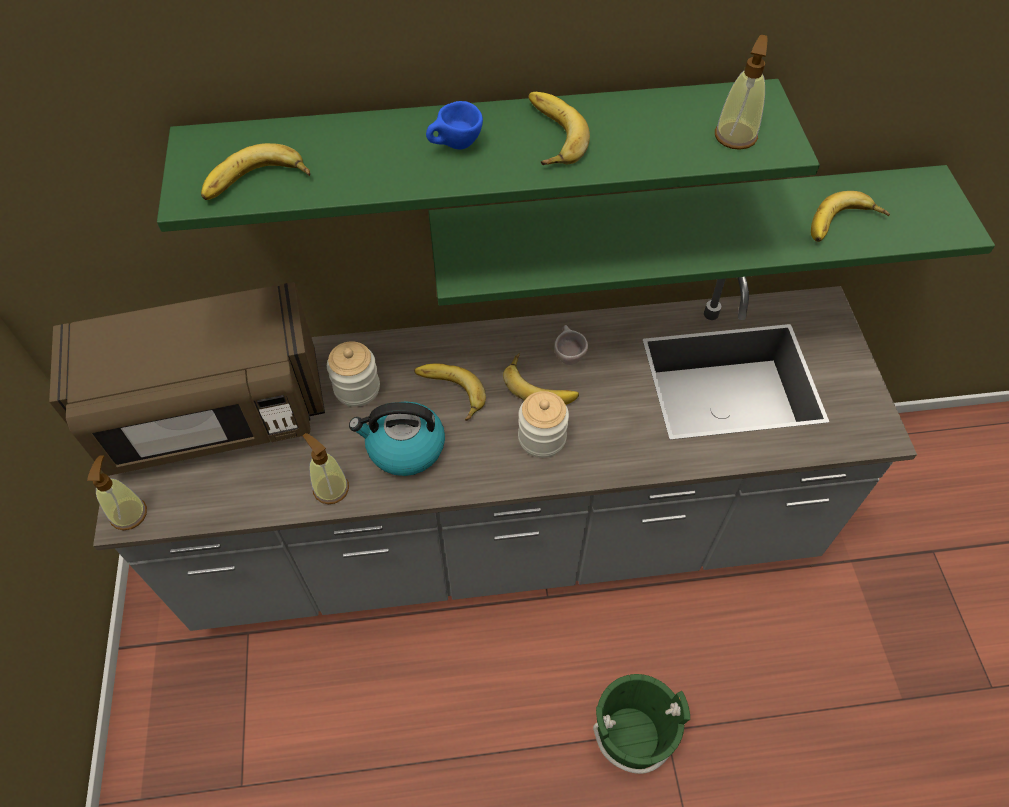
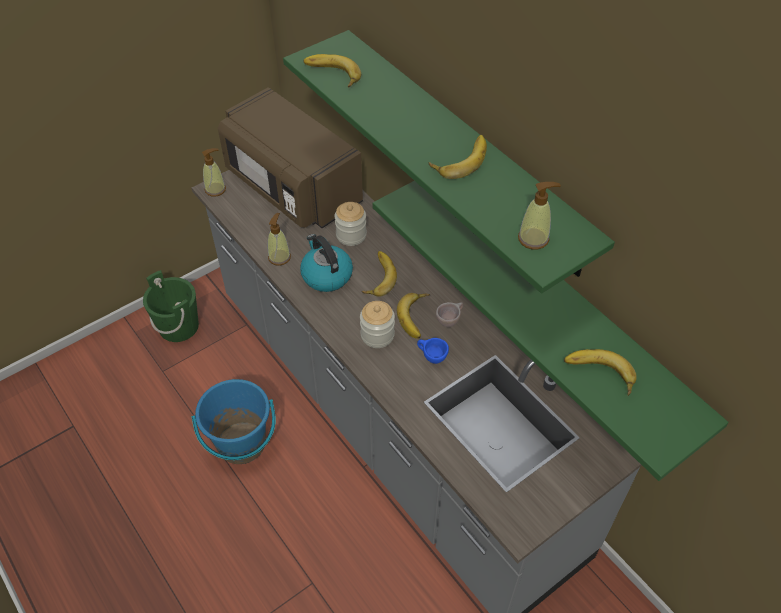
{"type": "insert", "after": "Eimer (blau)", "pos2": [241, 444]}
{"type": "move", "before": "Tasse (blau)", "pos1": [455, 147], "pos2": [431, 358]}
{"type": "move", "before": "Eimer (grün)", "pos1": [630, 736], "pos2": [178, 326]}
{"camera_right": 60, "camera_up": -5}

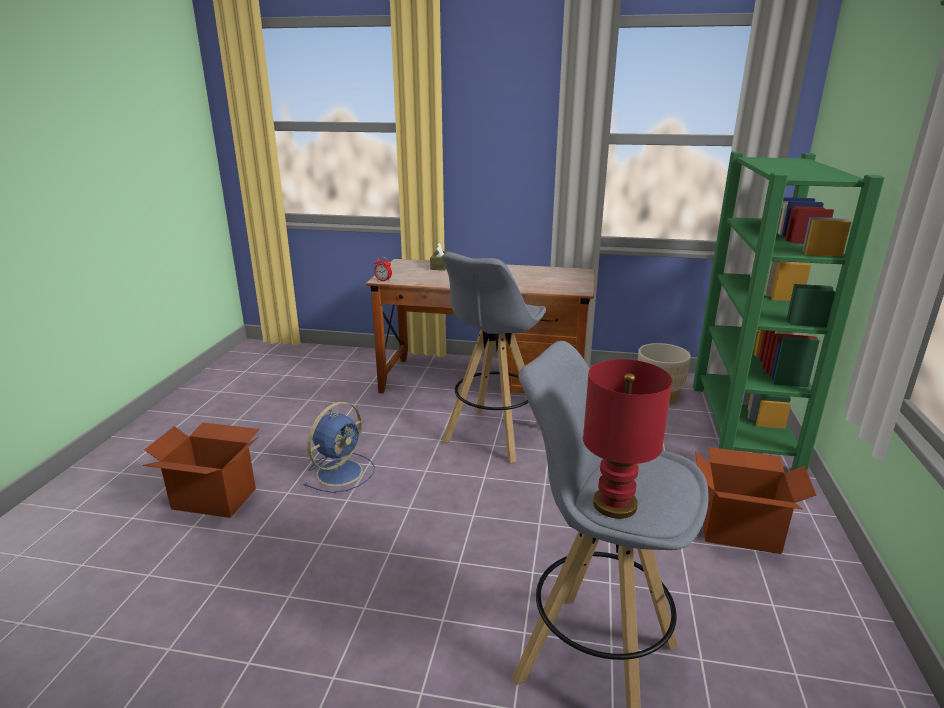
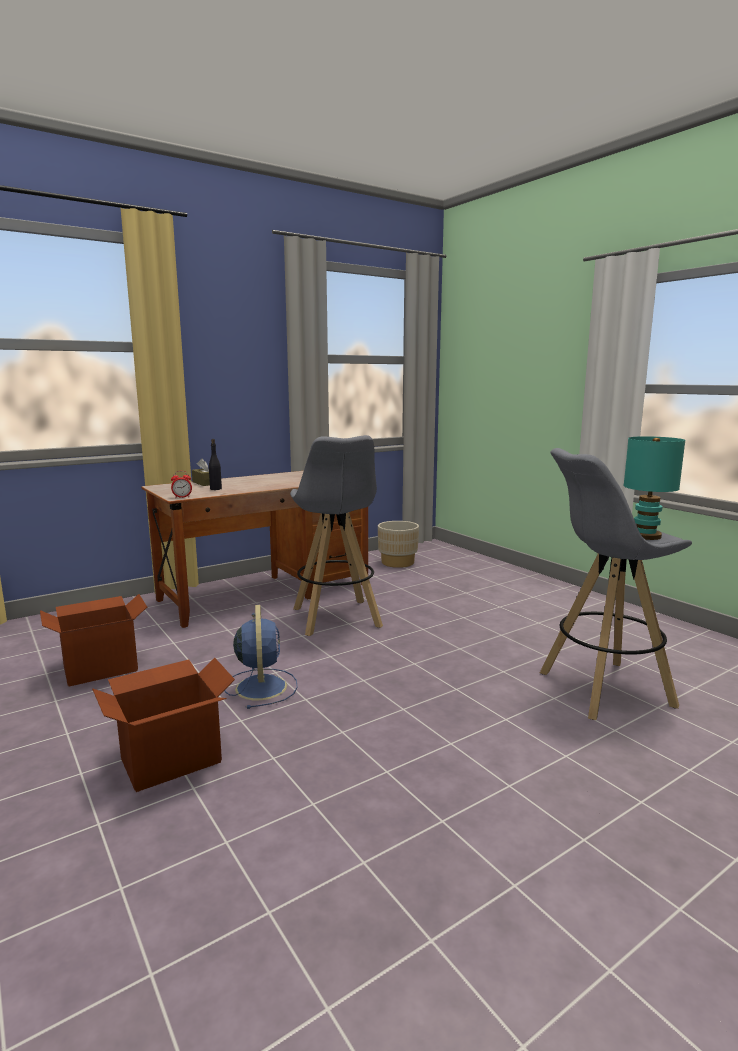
{"type": "delete", "before": "Bücherregal (grün)", "pos1": [742, 426]}
{"type": "insert", "after": "Flasche (schwarz)", "pos2": [215, 489]}
{"type": "move", "before": "Karton", "pos1": [738, 530], "pos2": [100, 668]}
{"type": "recolor", "before": "Tischlampe (rot)", "after": "Tischlampe (türkis)", "pos1": [613, 504], "pos2": [645, 536]}
{"camera_right": -45, "camera_up": -10}

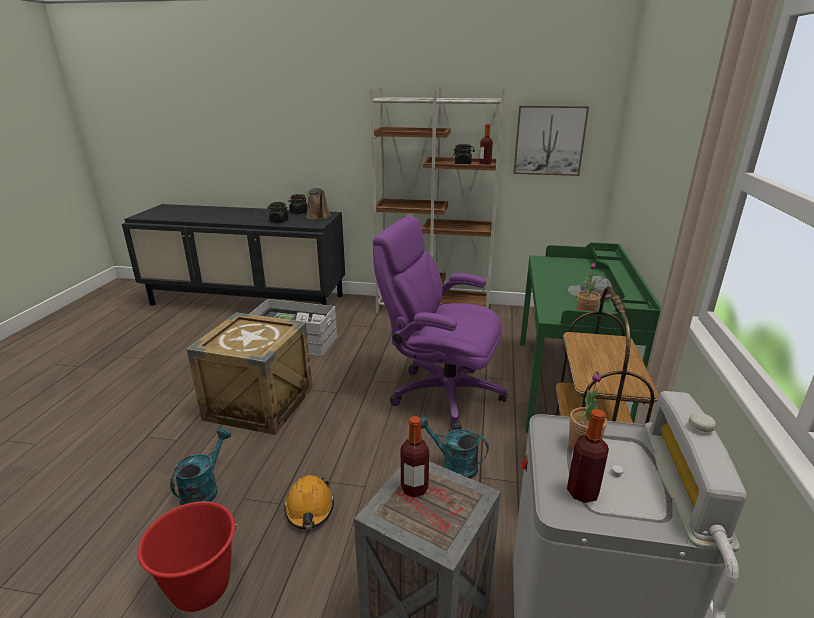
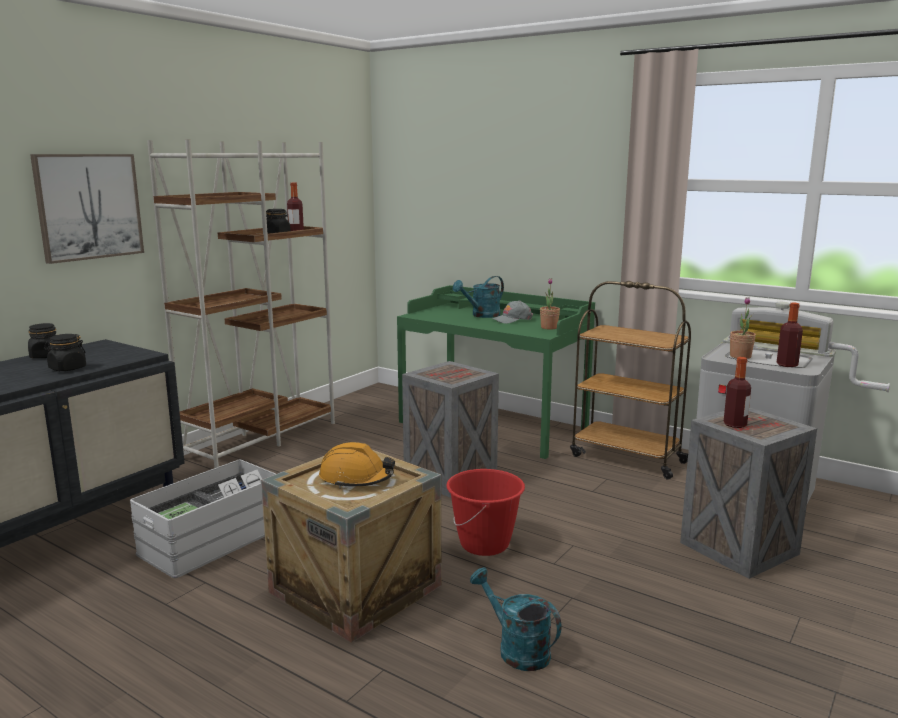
{"type": "delete", "before": "Gießkanne (braun)", "pos1": [319, 217]}
{"type": "move", "before": "Eimer (rot)", "pos1": [200, 587], "pos2": [485, 544]}
{"type": "move", "before": "Schutzhelm (orange)", "pos1": [309, 508], "pos2": [356, 479]}
{"type": "move", "before": "Gießkanne (türkis)", "pos1": [453, 465], "pos2": [481, 315]}
{"type": "move", "before": "Bild", "pos1": [549, 140], "pos2": [89, 206]}
{"type": "replace", "before": "Bürostuhl (lila)", "after": "Kiste", "pos1": [440, 392], "pos2": [448, 477]}
{"camera_right": -65, "camera_up": -10}

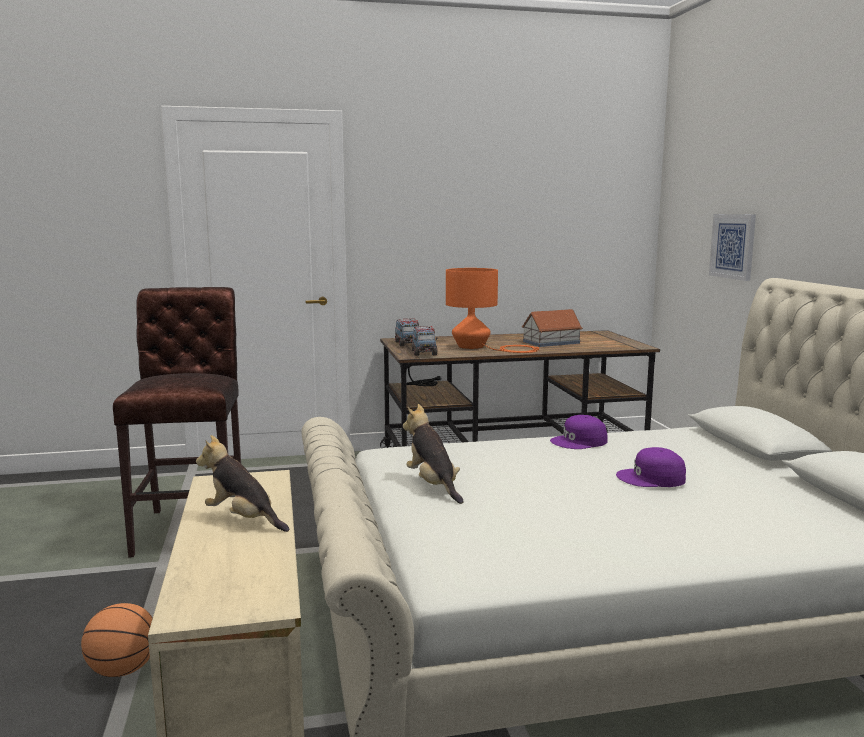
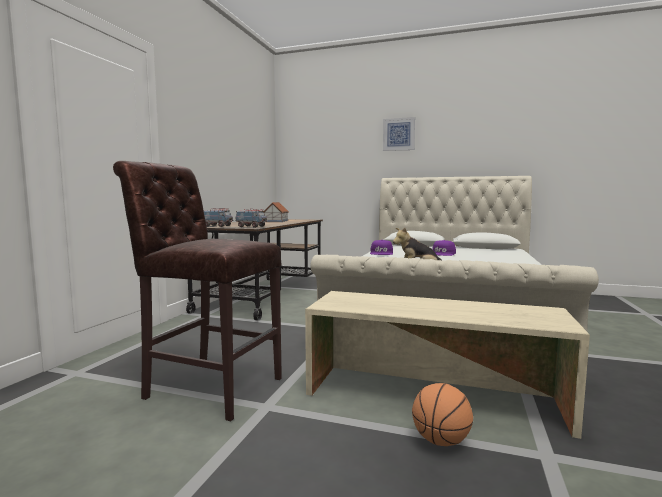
{"type": "delete", "before": "Plüschtier", "pos1": [243, 519]}
{"type": "delete", "before": "Tischlampe (orange)", "pos1": [489, 347]}
{"type": "move", "before": "Bild", "pos1": [733, 246], "pos2": [398, 134]}
{"camera_right": -60, "camera_up": -5}

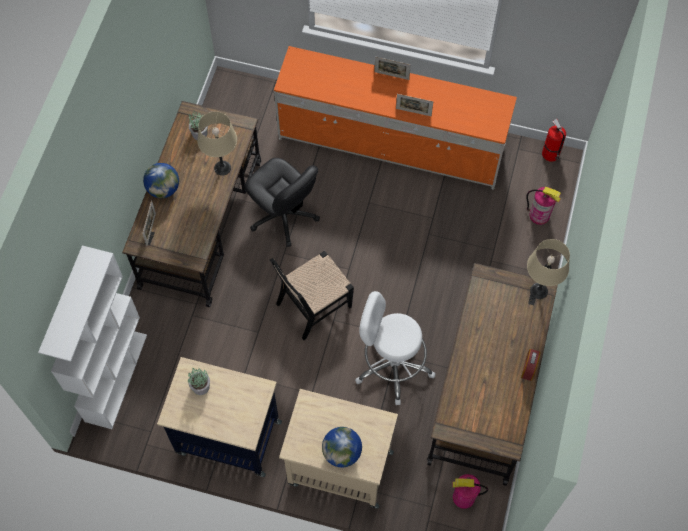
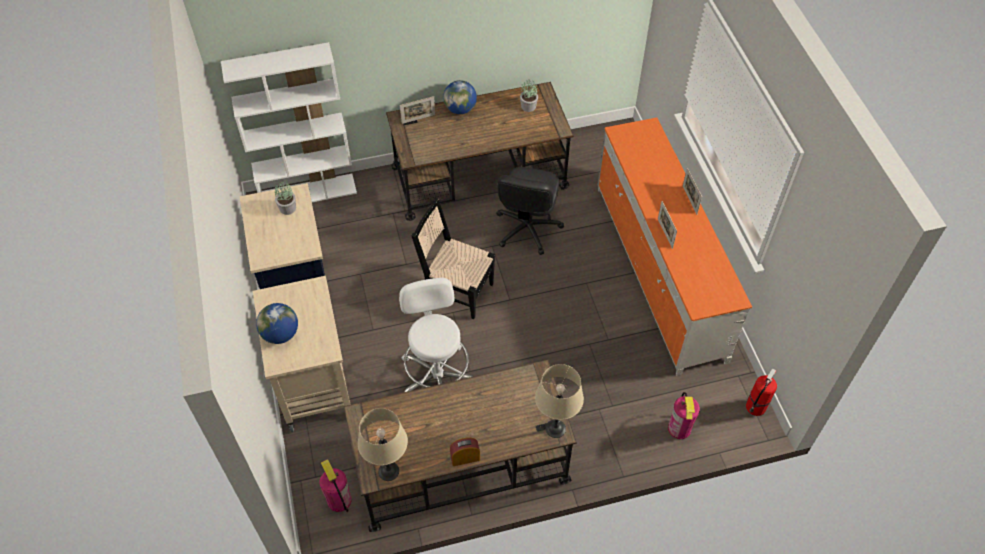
{"type": "move", "before": "Tischlampe (beige)", "pos1": [222, 168], "pos2": [388, 471]}
{"camera_right": 60, "camera_up": -10}

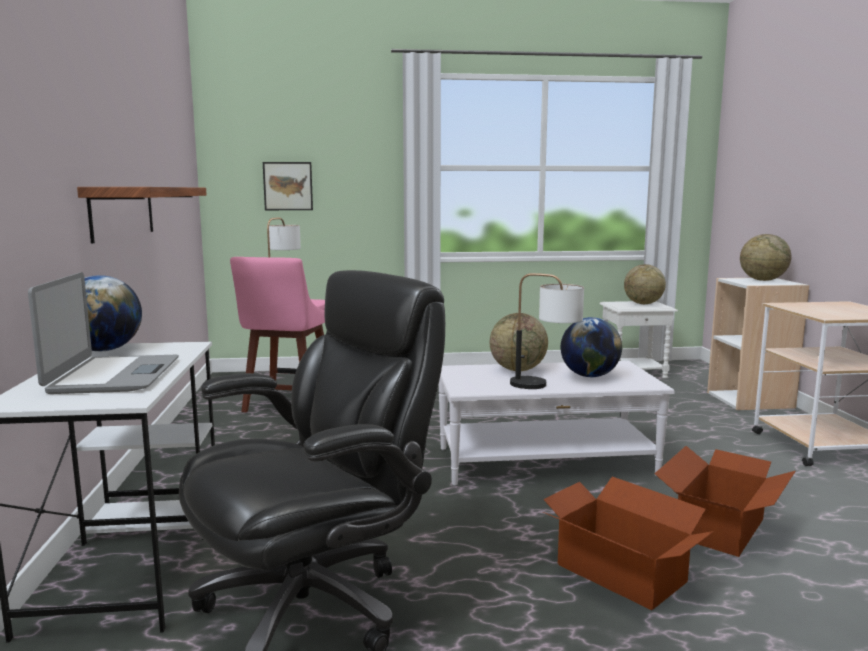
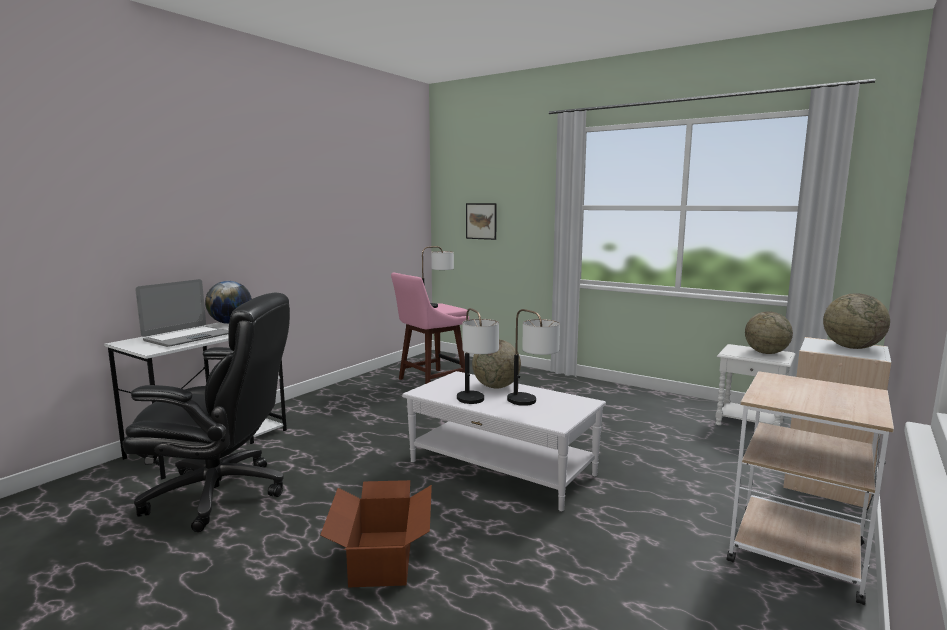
{"type": "delete", "before": "Wandregal", "pos1": [123, 212]}
{"type": "delete", "before": "Karton", "pos1": [721, 528]}
{"type": "replace", "before": "Globus", "after": "Tischlampe", "pos1": [589, 376], "pos2": [531, 404]}
{"camera_right": 40, "camera_up": 0}

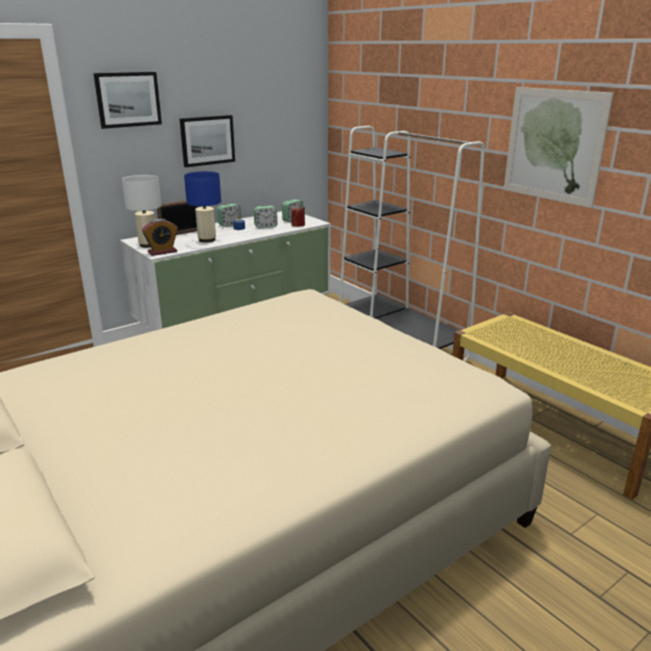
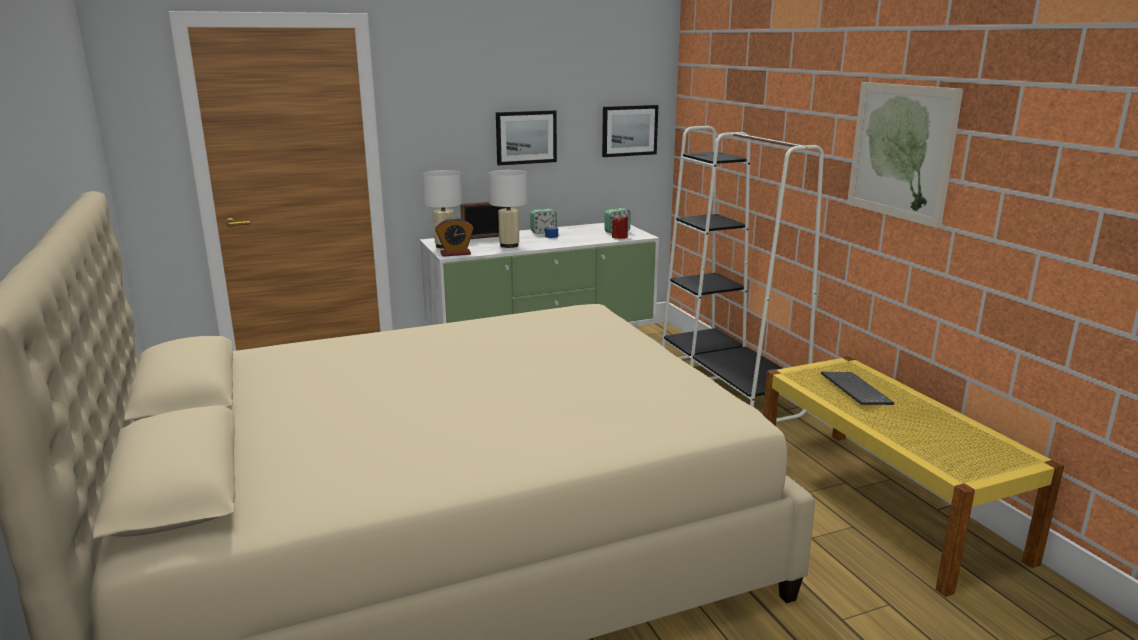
{"type": "delete", "before": "Wecker", "pos1": [265, 226]}
{"type": "insert", "after": "Tastatur", "pos2": [853, 390]}
{"type": "move", "before": "Bild", "pos1": [128, 99], "pos2": [629, 130]}
{"type": "recolor", "before": "Tischlampe (blau)", "after": "Tischlampe (weiß)", "pos1": [207, 240], "pos2": [509, 245]}
{"camera_right": 15, "camera_up": -5}

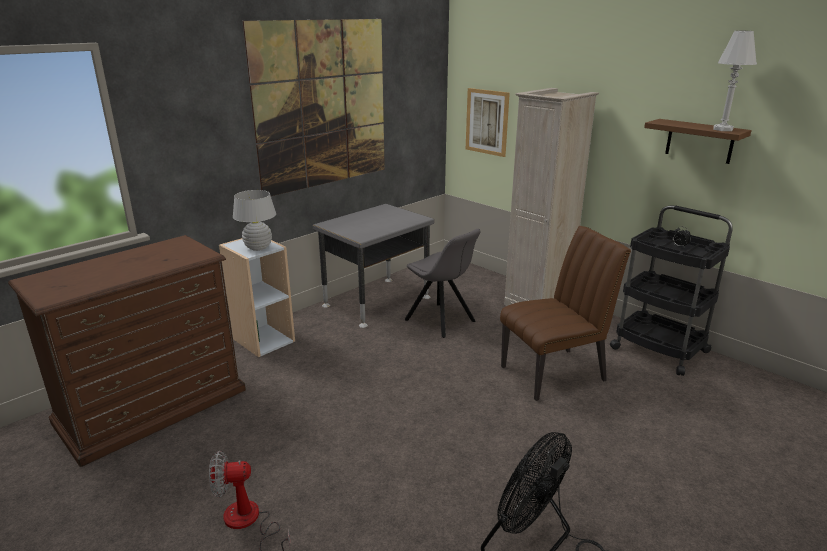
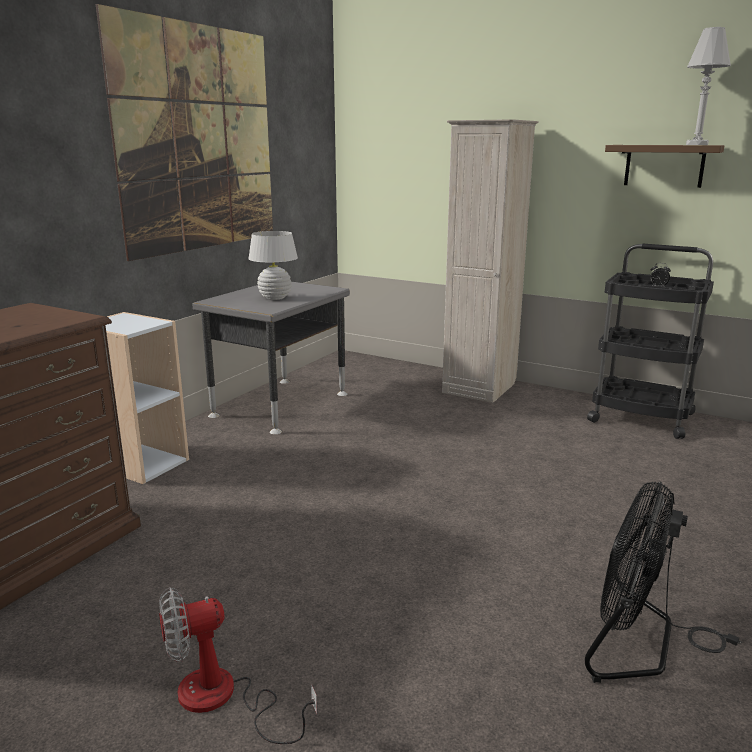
{"type": "delete", "before": "Stuhl (grau)", "pos1": [441, 320]}
{"type": "delete", "before": "Bild", "pos1": [487, 122]}
{"type": "delete", "before": "Stuhl (braun)", "pos1": [552, 374]}
{"type": "move", "before": "Tischlampe (weiß)", "pos1": [258, 248], "pos2": [275, 298]}
{"camera_right": -15, "camera_up": -5}

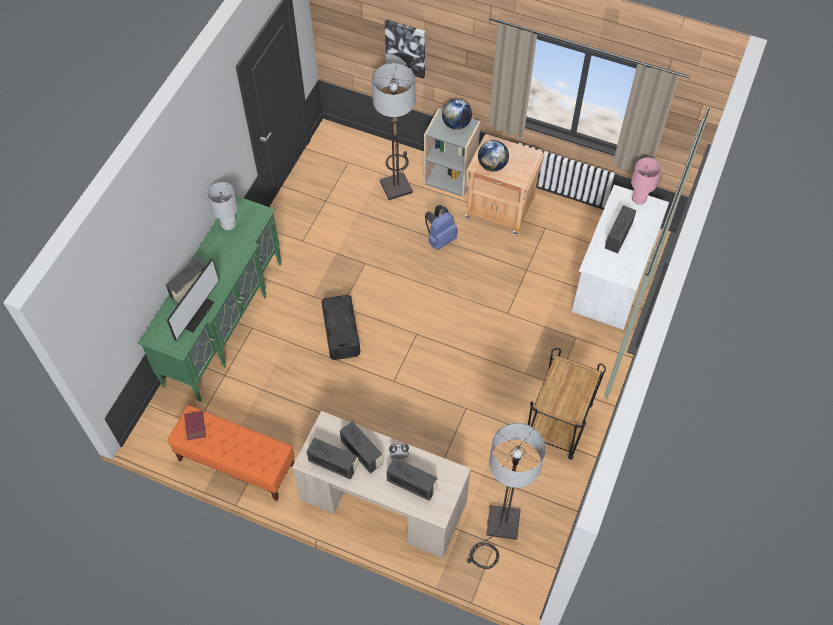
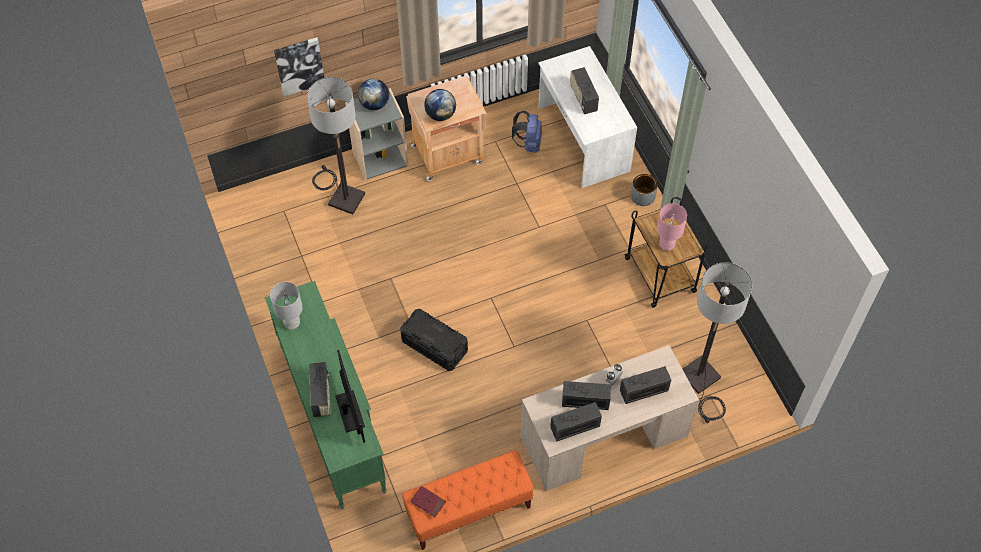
{"type": "insert", "after": "Pflanzkübel (grau)", "pos2": [642, 196]}
{"type": "move", "before": "Rucksack (blau)", "pos1": [440, 239], "pos2": [528, 143]}
{"type": "move", "before": "Tischlampe (rosa)", "pos1": [638, 200], "pos2": [666, 245]}
{"camera_right": -45, "camera_up": 0}

